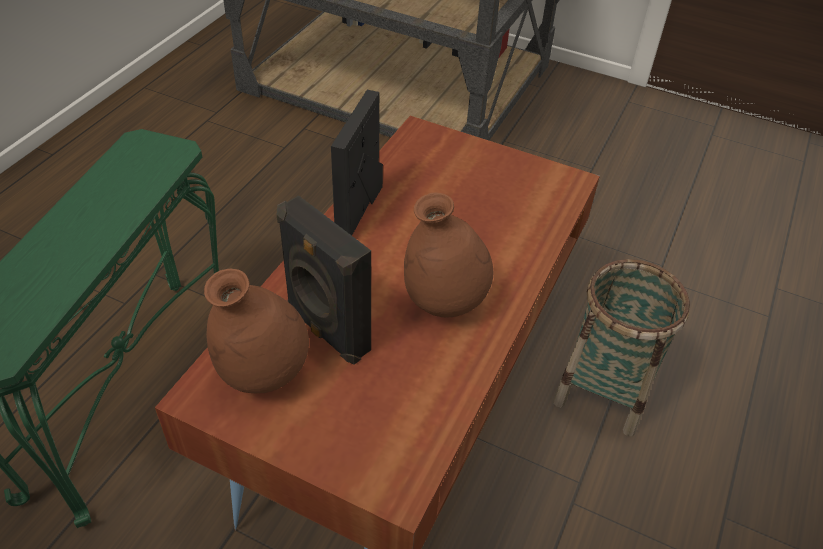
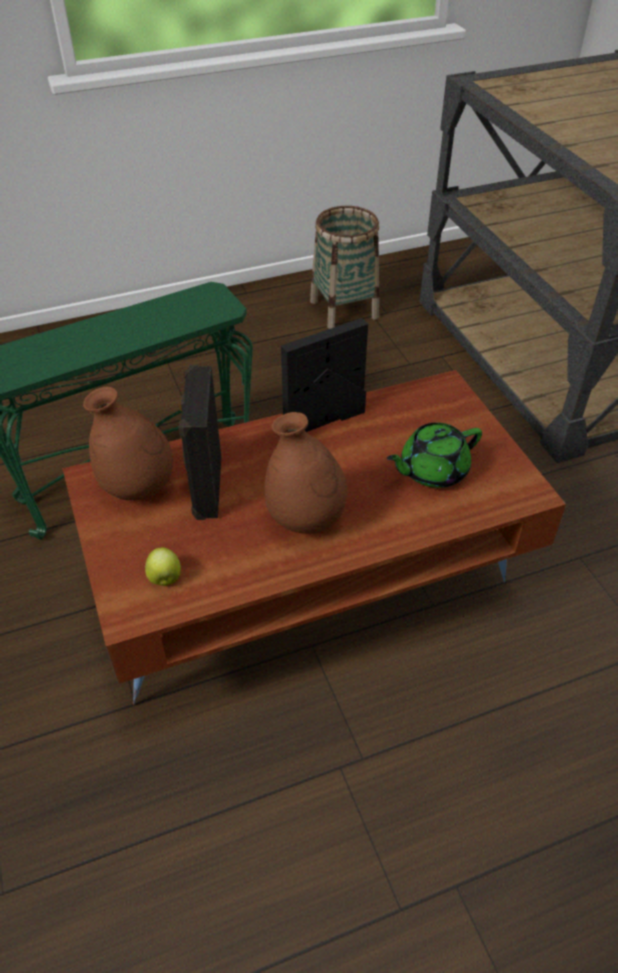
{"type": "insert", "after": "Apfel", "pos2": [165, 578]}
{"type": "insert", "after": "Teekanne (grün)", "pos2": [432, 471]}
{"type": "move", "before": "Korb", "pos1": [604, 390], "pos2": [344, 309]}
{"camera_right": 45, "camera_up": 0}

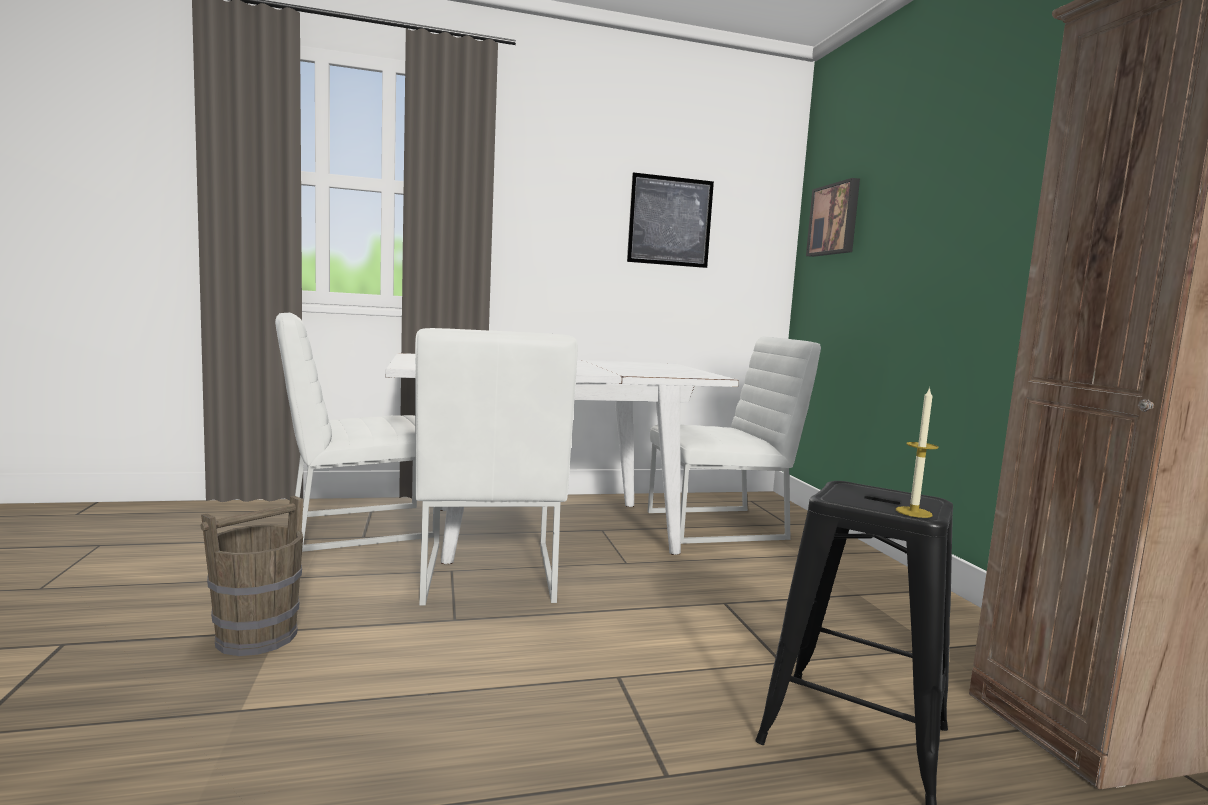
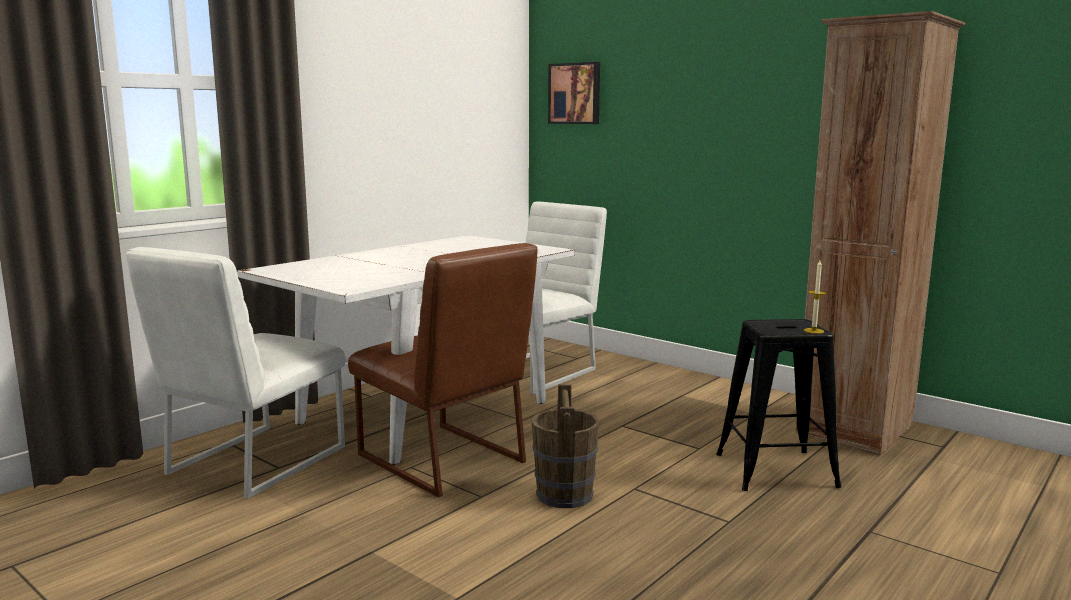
{"type": "delete", "before": "Bild", "pos1": [670, 221]}
{"type": "move", "before": "Eimer (braun)", "pos1": [256, 637], "pos2": [564, 495]}
{"type": "recolor", "before": "Stuhl (weiß)", "after": "Stuhl (braun)", "pos1": [488, 574], "pos2": [443, 460]}
{"camera_right": -35, "camera_up": 5}

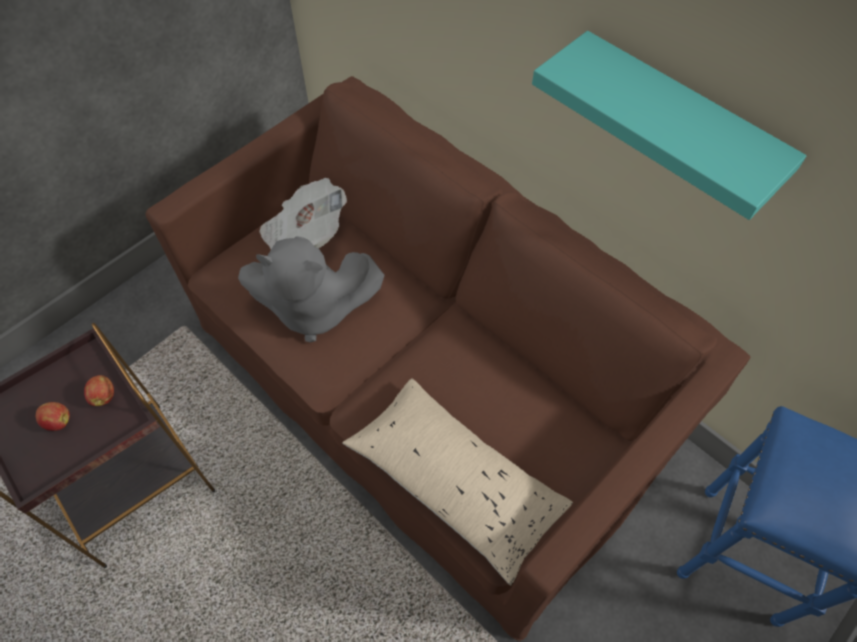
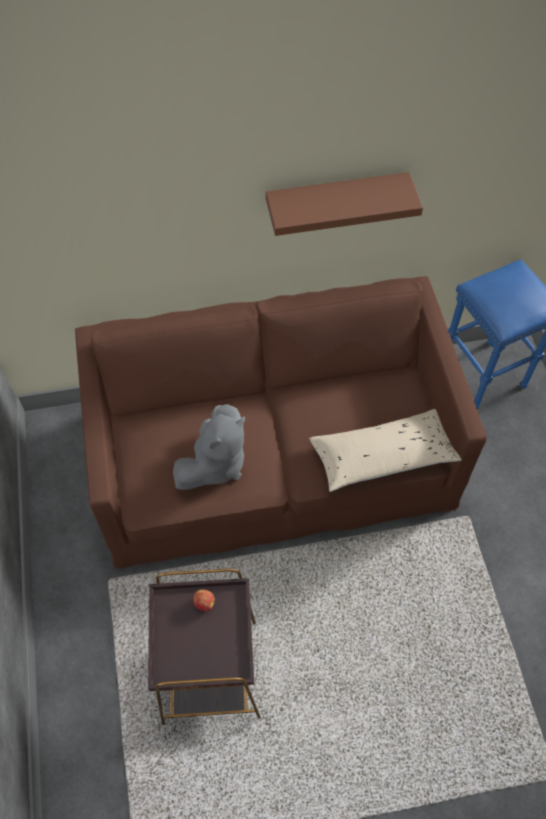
{"type": "delete", "before": "Apfel", "pos1": [58, 421]}
{"type": "delete", "before": "Zeitung", "pos1": [304, 235]}
{"type": "recolor", "before": "Wandregal (türkis)", "after": "Wandregal (braun)", "pos1": [675, 126], "pos2": [336, 202]}
{"camera_right": -55, "camera_up": 0}

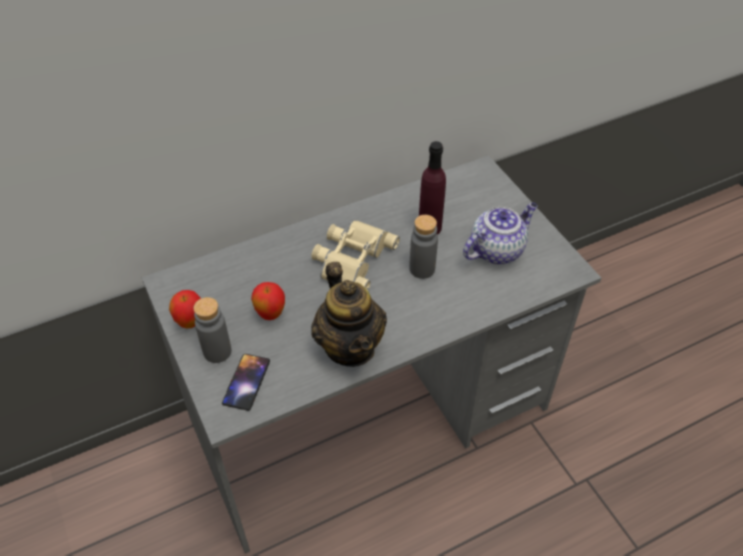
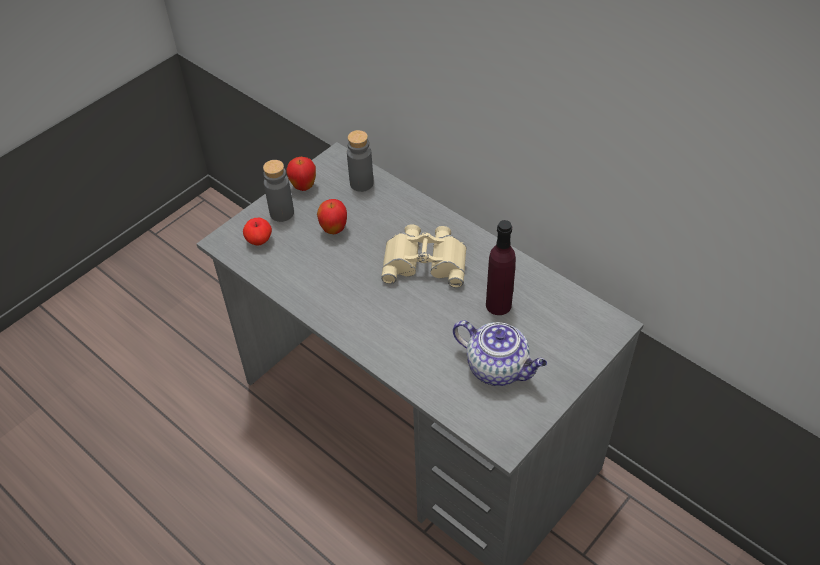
{"type": "delete", "before": "Teekanne", "pos1": [350, 346]}
{"type": "move", "before": "Flasche (grau)", "pos1": [422, 269], "pos2": [361, 183]}
{"type": "replace", "before": "Handy", "after": "Apfel", "pos1": [246, 382], "pos2": [259, 241]}
{"camera_right": 70, "camera_up": 0}

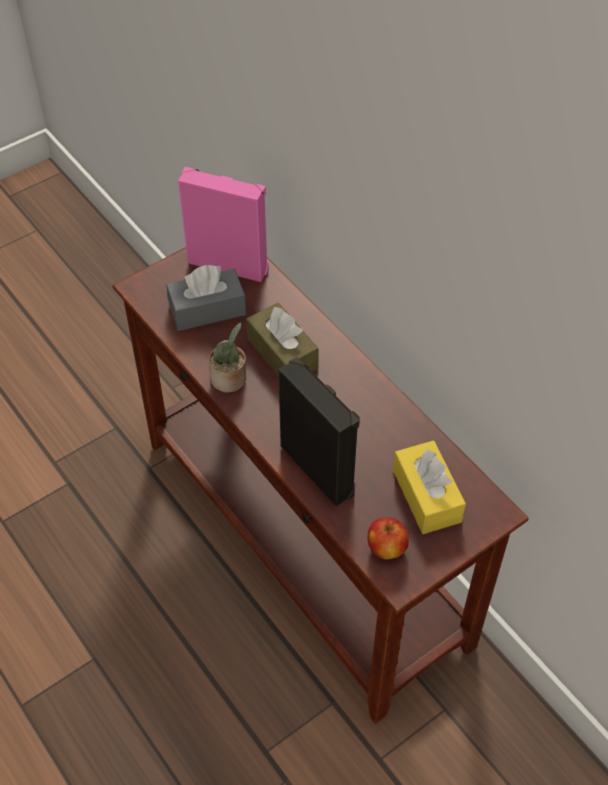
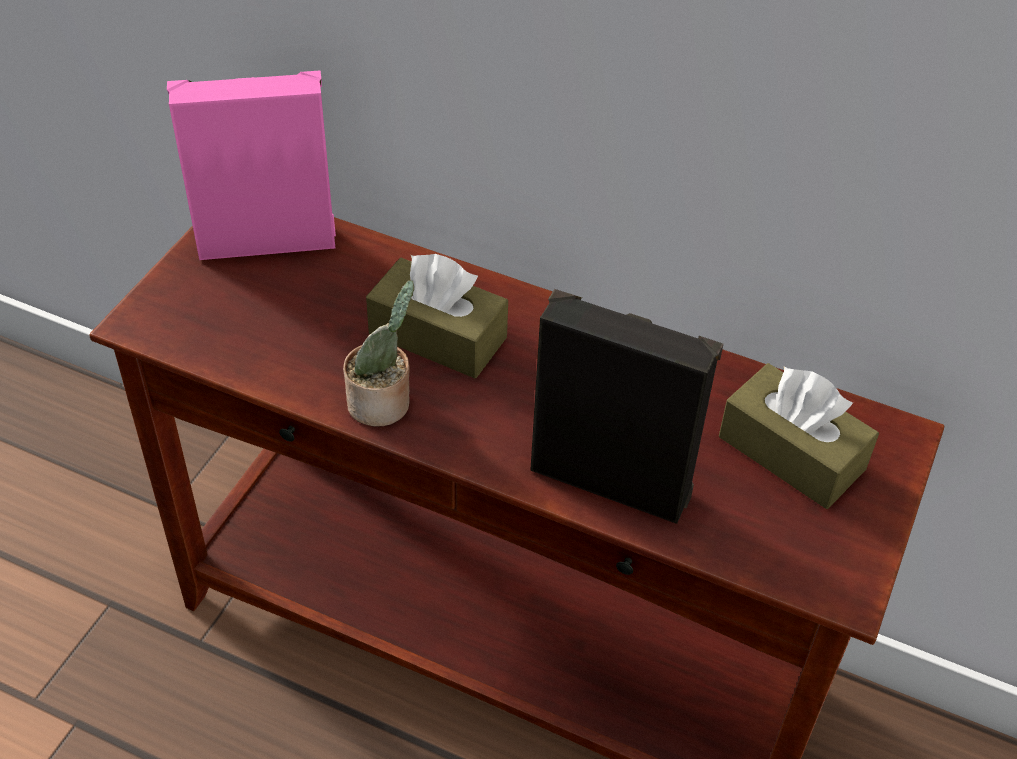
{"type": "delete", "before": "Taschentuchbox (grau)", "pos1": [207, 310]}
{"type": "delete", "before": "Apfel", "pos1": [387, 548]}
{"type": "recolor", "before": "Taschentuchbox (gelb)", "after": "Taschentuchbox (braun)", "pos1": [426, 496], "pos2": [791, 453]}
{"camera_right": -30, "camera_up": -5}

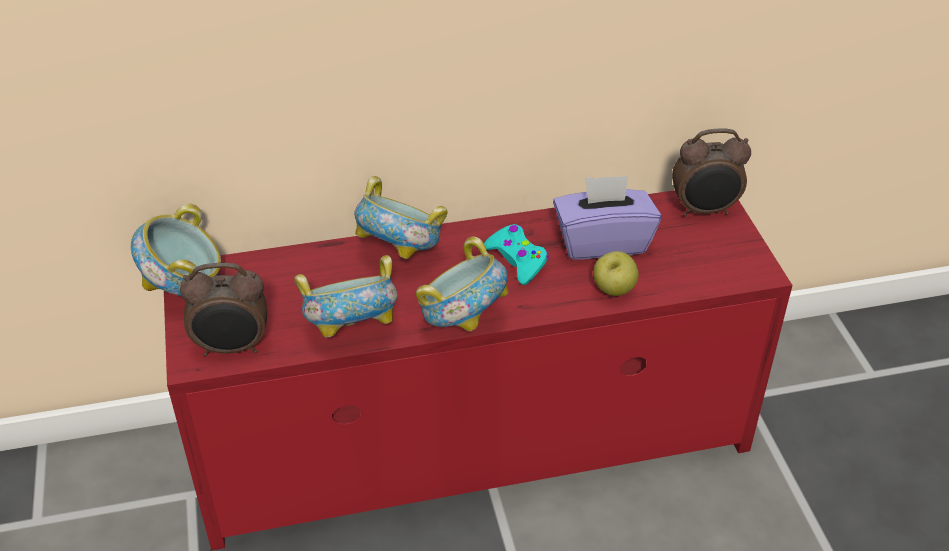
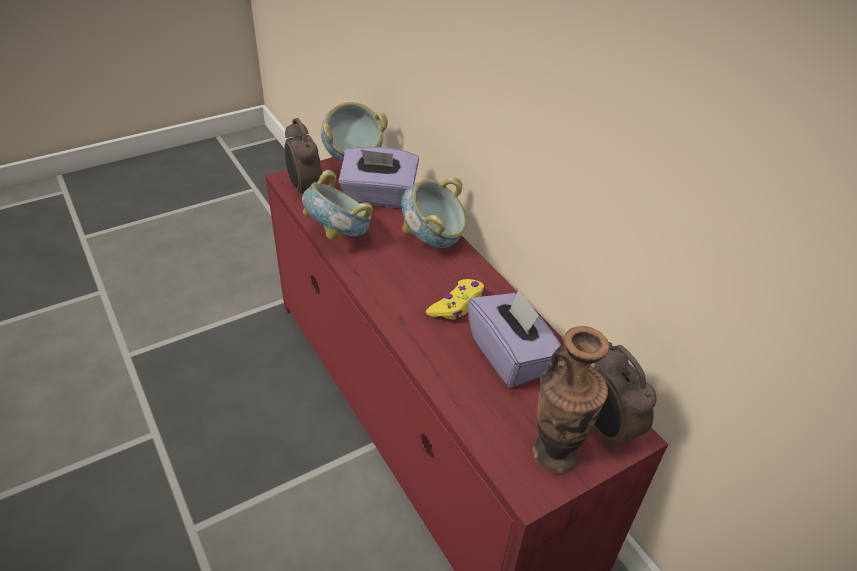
{"type": "delete", "before": "Schüssel", "pos1": [463, 321]}
{"type": "delete", "before": "Apfel", "pos1": [614, 290]}
{"type": "insert", "after": "Taschentuchbox (lila)", "pos2": [379, 197]}
{"type": "insert", "after": "Vase", "pos2": [555, 454]}
{"type": "recolor", "before": "Gamepad (türkis)", "after": "Gamepad (gelb)", "pos1": [517, 260], "pos2": [457, 305]}
{"camera_right": 70, "camera_up": 0}

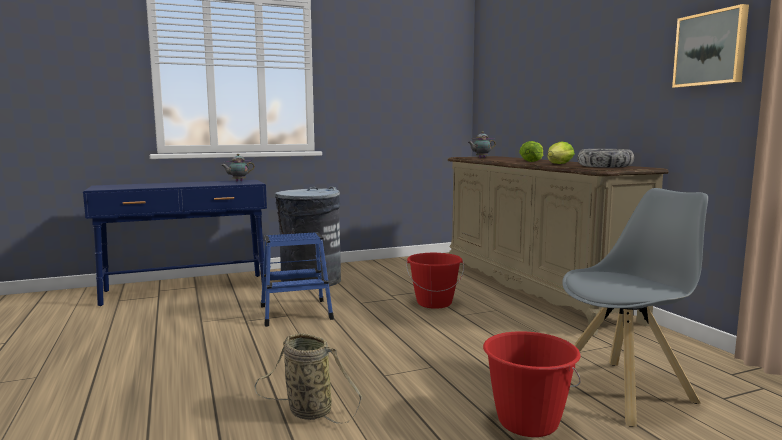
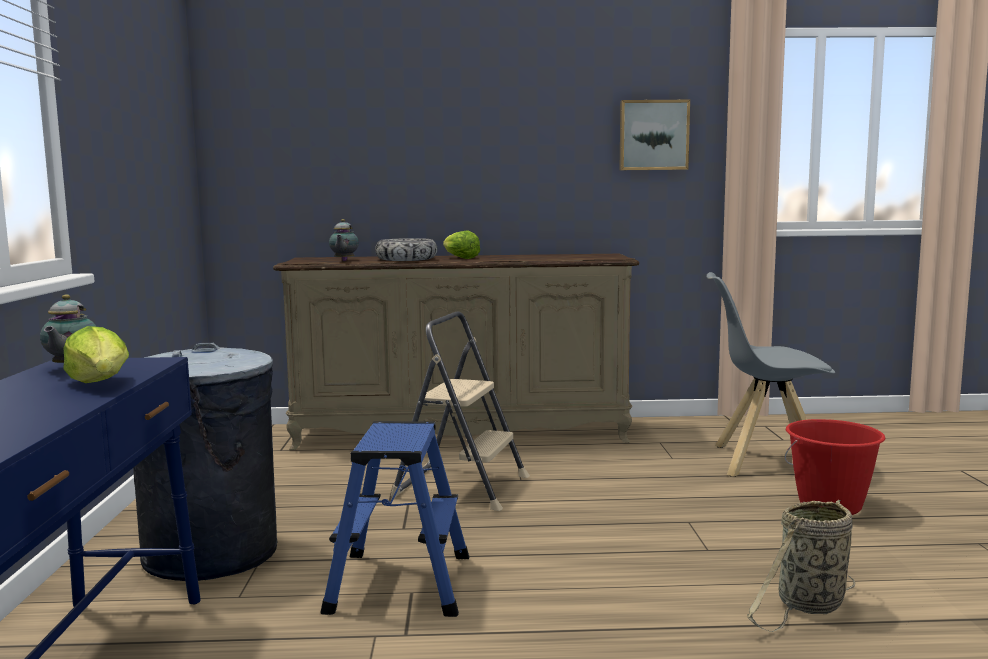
{"type": "move", "before": "Salatkopf", "pos1": [559, 164], "pos2": [101, 383]}
{"type": "move", "before": "Schüssel", "pos1": [604, 166], "pos2": [406, 259]}
{"type": "replace", "before": "Eimer (rot)", "after": "Trittleiter (beige)", "pos1": [434, 303], "pos2": [457, 485]}
{"type": "rotate", "before": "Stuhl (grau)", "pos1": [624, 390], "pos2": [764, 461], "turn": -75}
{"camera_right": -70, "camera_up": 0}

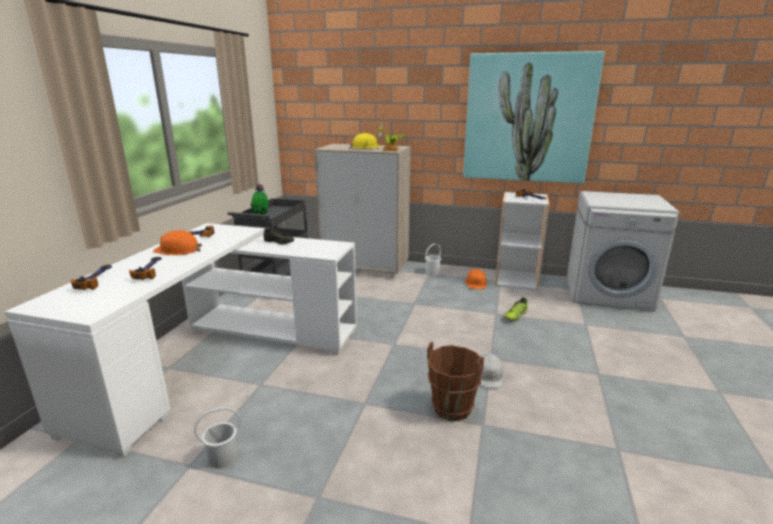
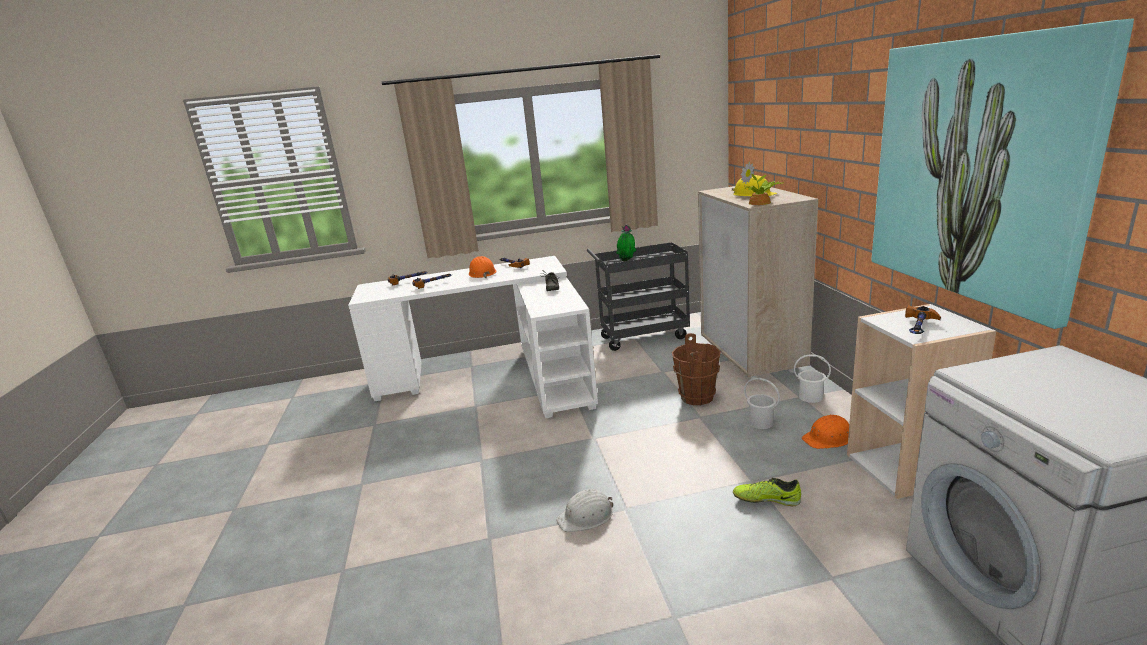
{"type": "move", "before": "Eimer (weiß)", "pos1": [222, 457], "pos2": [761, 422]}
{"type": "move", "before": "Eimer (braun)", "pos1": [452, 408], "pos2": [697, 397]}
{"camera_right": 65, "camera_up": 0}

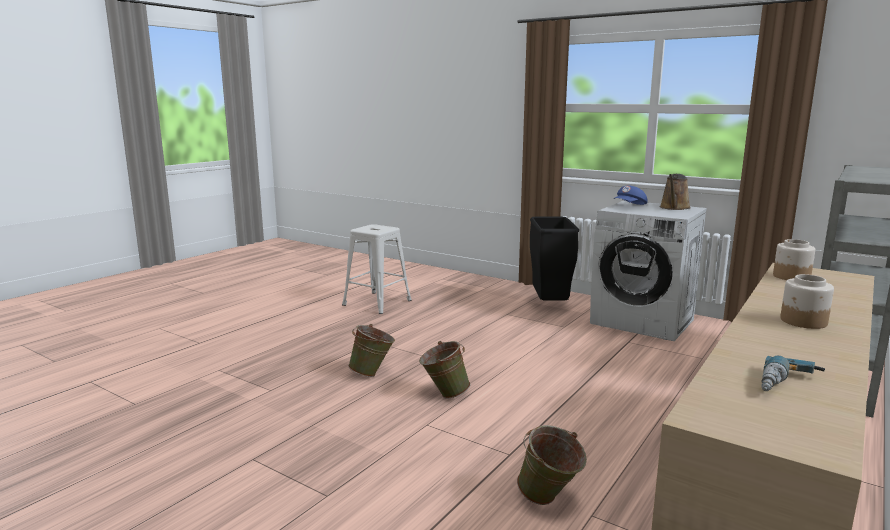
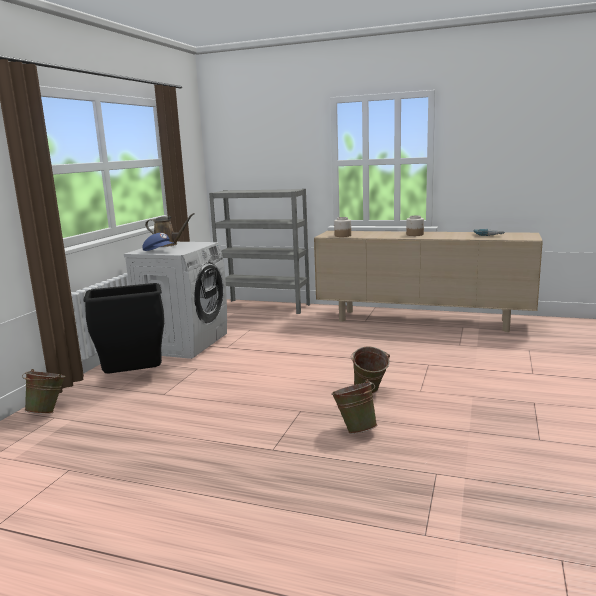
{"type": "delete", "before": "Hocker (weiß)", "pos1": [377, 303]}
{"type": "move", "before": "Eimer (grün)", "pos1": [549, 501], "pos2": [48, 411]}
{"camera_right": -105, "camera_up": 0}

